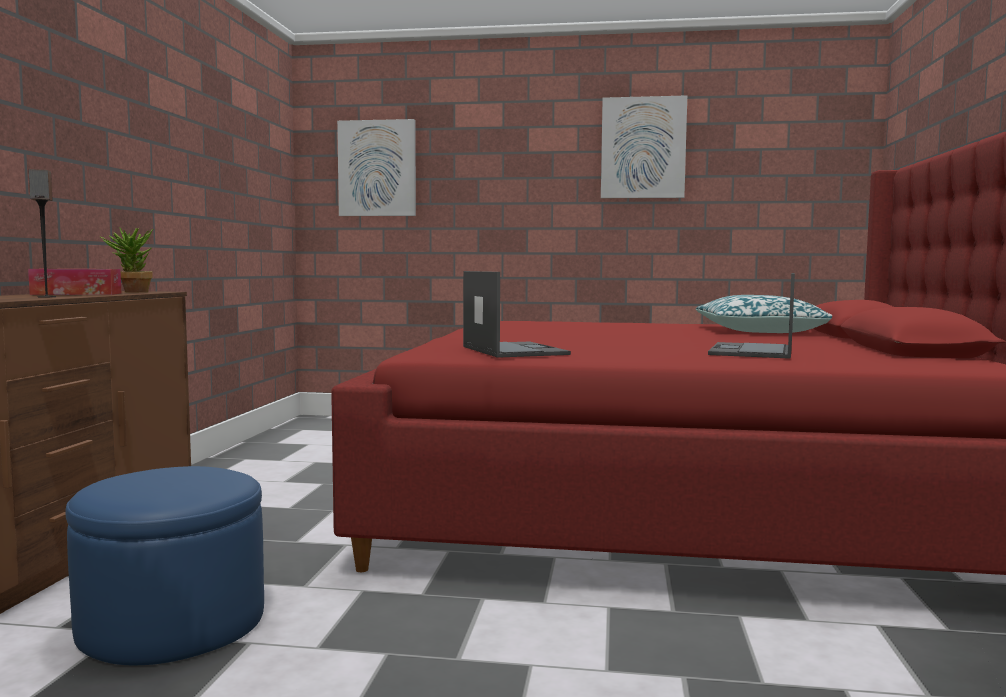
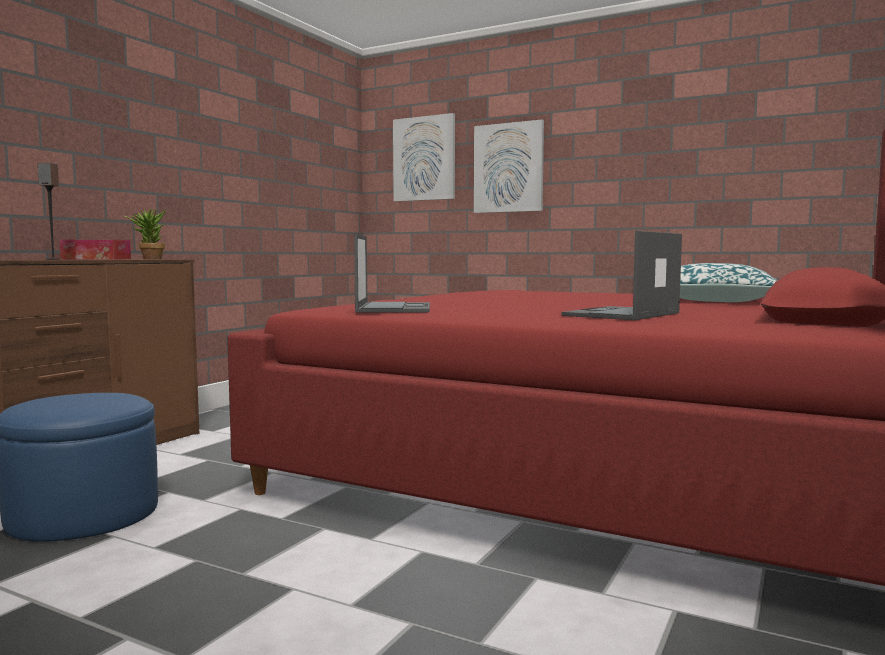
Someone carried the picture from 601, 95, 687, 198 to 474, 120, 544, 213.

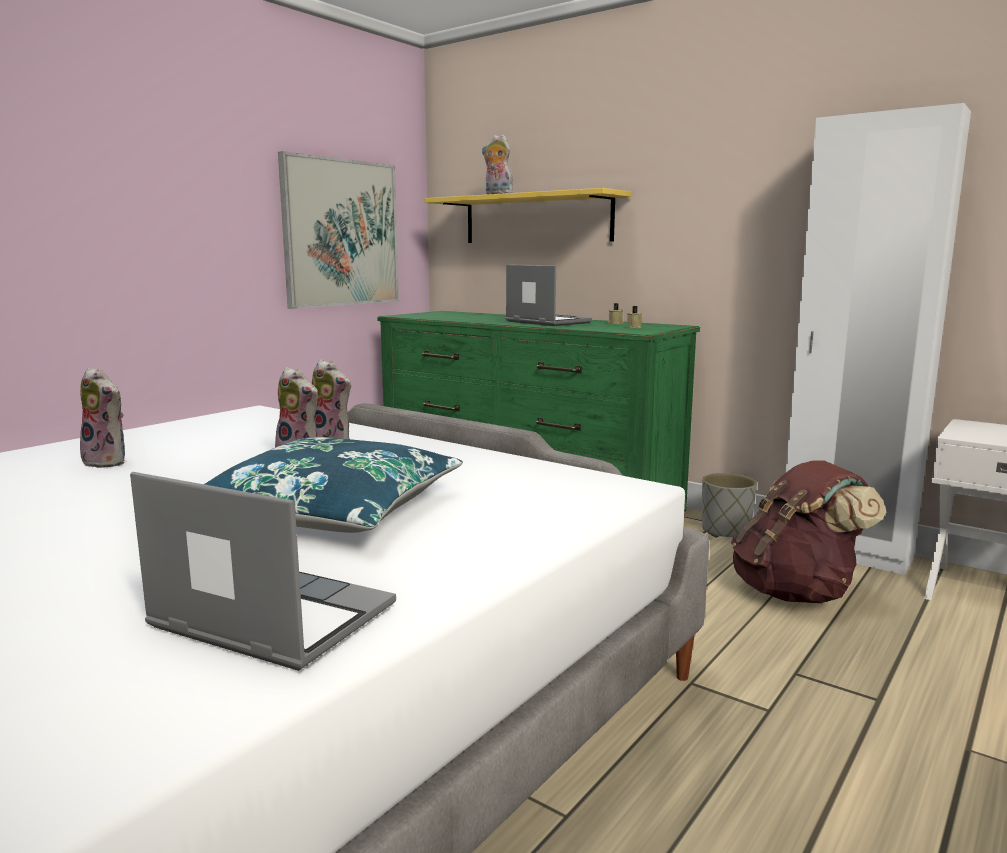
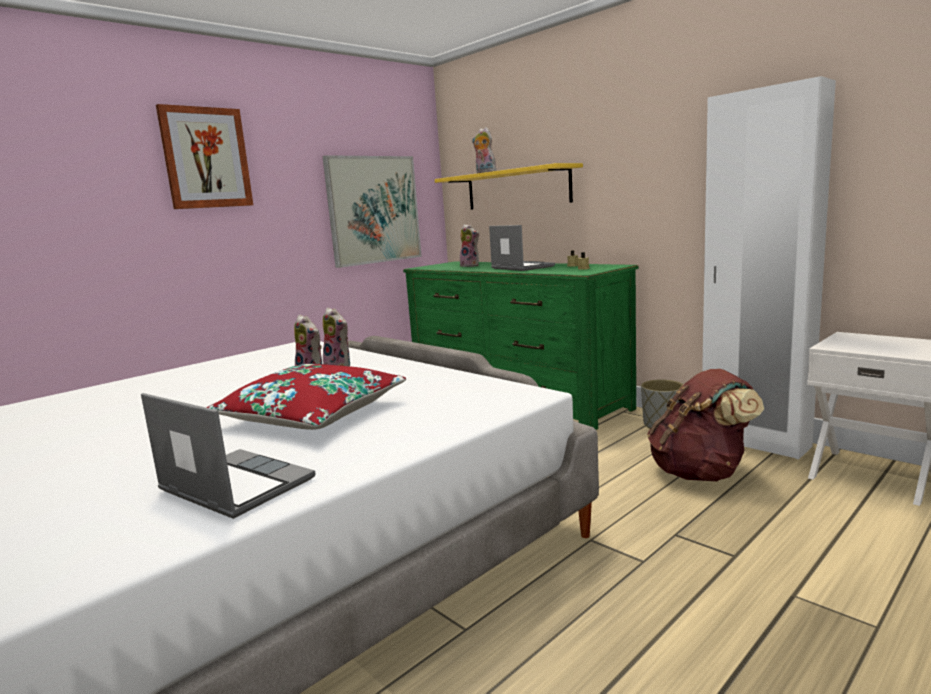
Someone put up the picture at 156, 104, 253, 209. Someone carried the plush toy from 80, 367, 125, 468 to 460, 224, 479, 267. Someone repainted the blue pillow at 205, 437, 463, 533, which became the red pillow at 206, 364, 406, 430.

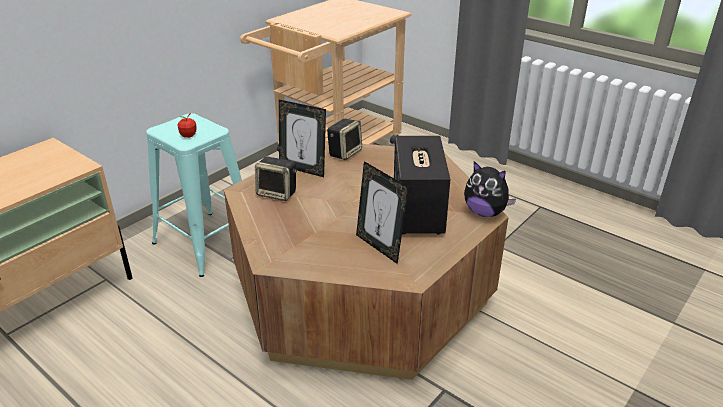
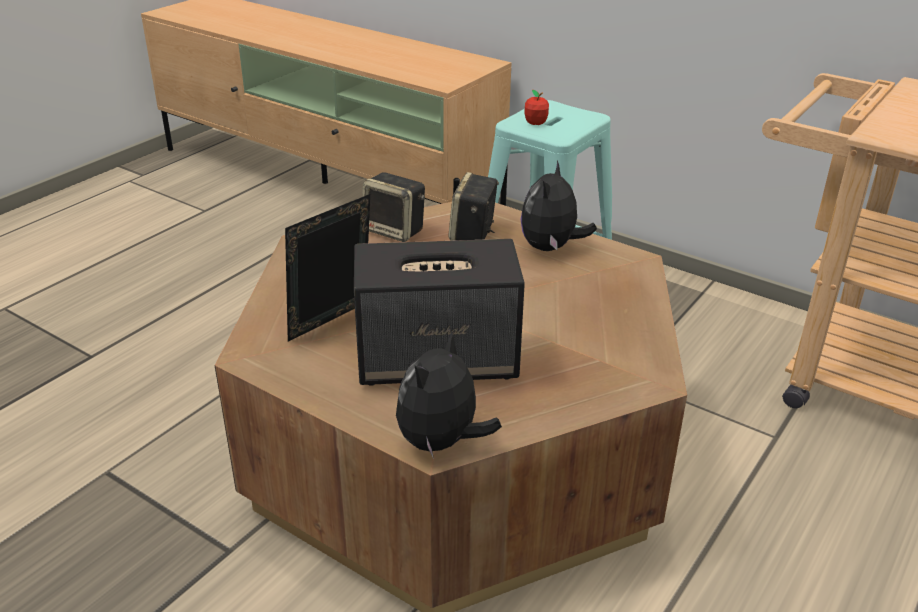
Someone carried the speaker from 327, 119, 362, 160 to 362, 172, 425, 242. Someone swapped the picture frame at 279, 100, 326, 177 for the plush toy at 520, 160, 597, 251.

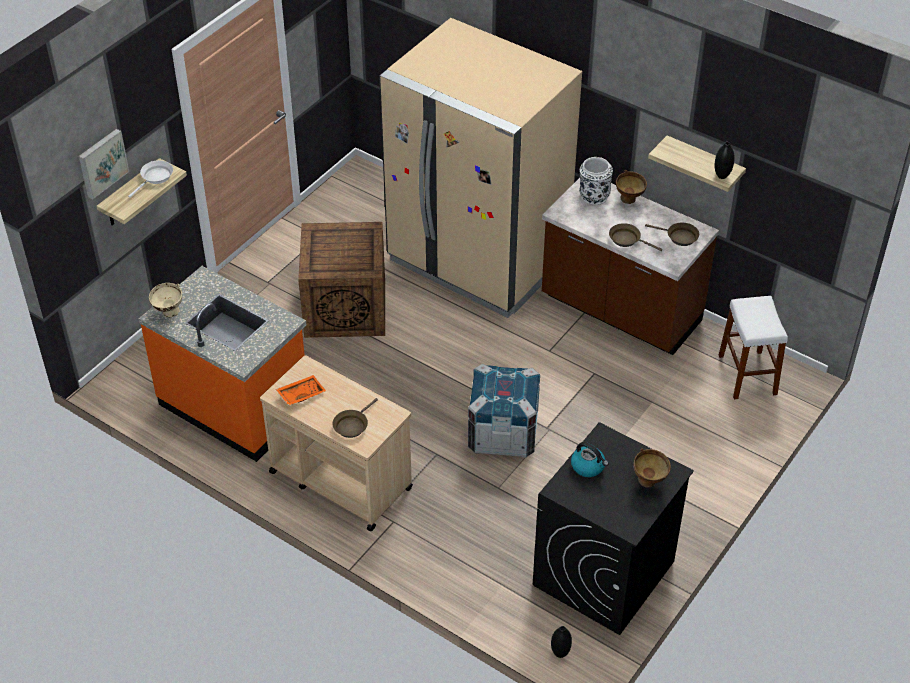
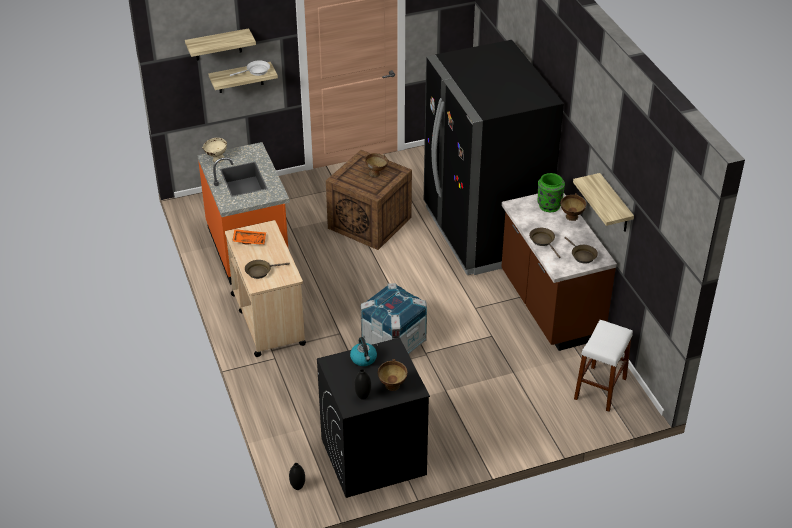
Someone put down the brown bowl at 365, 153, 389, 177. Someone carried the black vase from 715, 142, 735, 179 to 354, 369, 371, 400. Someone swapped the picture at 79, 129, 129, 200 for the shelf at 185, 28, 256, 60. Someone repainted the beige fridge at 379, 18, 582, 318, which became the black fridge at 424, 40, 564, 275. Someone repainted the white vase at 579, 157, 613, 205, which became the green vase at 537, 173, 565, 212.

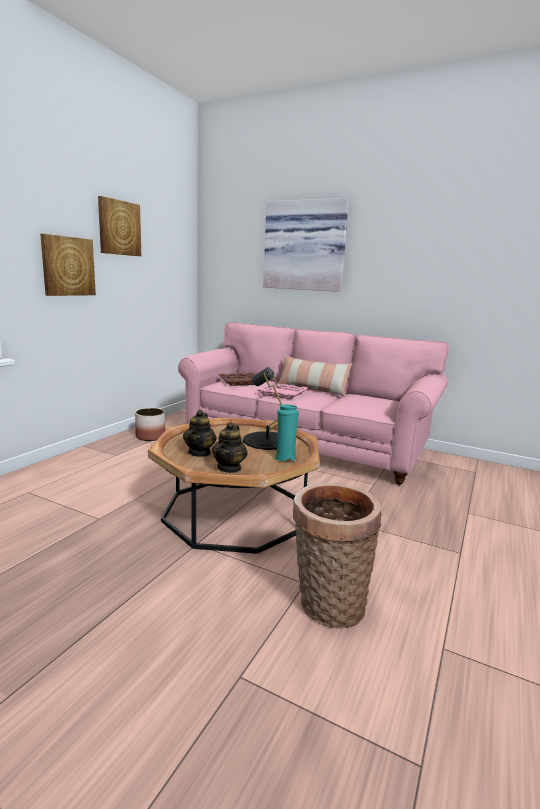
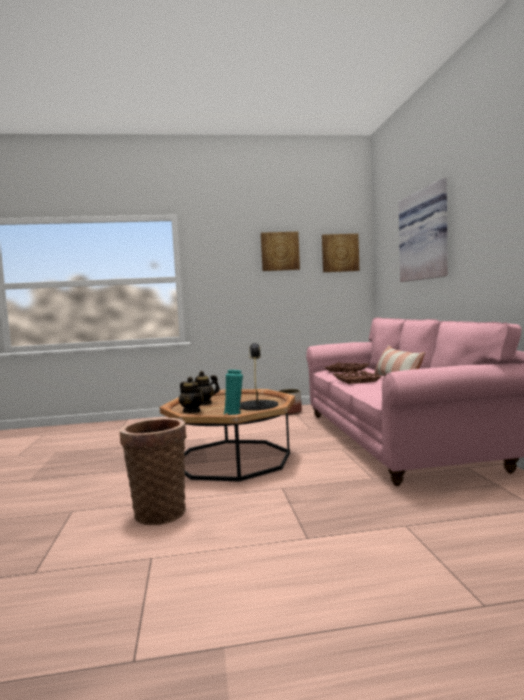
Someone carried the picture from 40, 234, 96, 296 to 322, 234, 359, 272. Someone repainted the pink tray at 257, 382, 308, 399, which became the brown tray at 333, 371, 381, 384. Someone rotated the teapot at 212, 422, 247, 473 by 105 degrees counterclockwise.

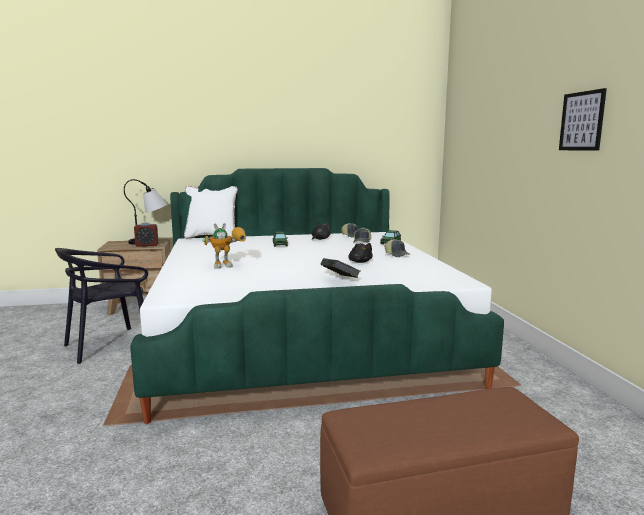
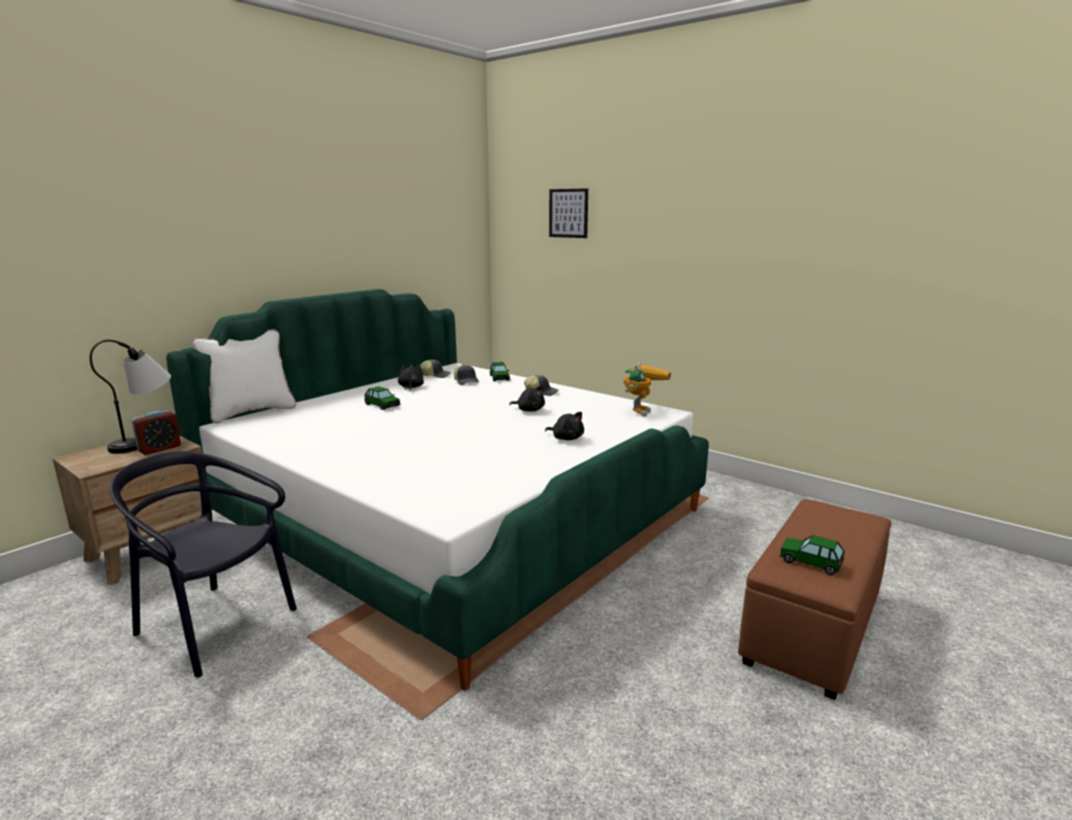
Someone put down the toy car at 780, 535, 845, 575. Someone carried the toy robot from 202, 223, 246, 269 to 624, 362, 671, 417. Someone carried the picture from 559, 88, 607, 151 to 549, 188, 588, 238. Someone swapped the book at 321, 258, 360, 278 for the black plush toy at 545, 412, 584, 440. Someone rotated the black chair at 55, 248, 148, 364 by 105 degrees clockwise.

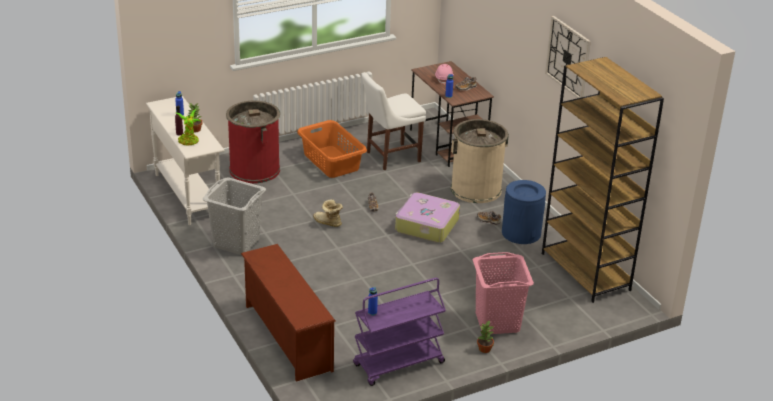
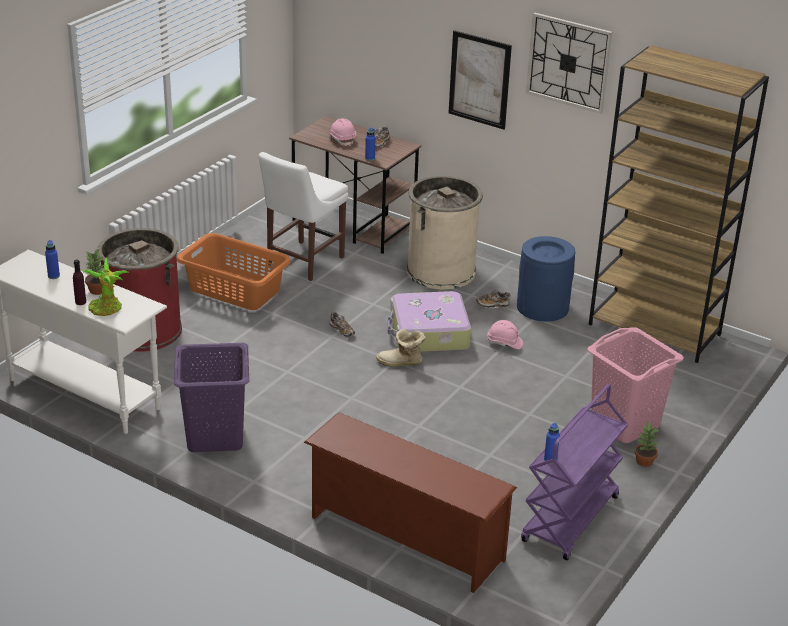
Someone put up the picture at 449, 30, 512, 130. Someone put down the pink hard hat at 486, 320, 523, 349. Someone carried the boot from 313, 199, 343, 227 to 376, 328, 426, 367. Someone repainted the grey laundry basket at 203, 177, 266, 255, which became the purple laundry basket at 174, 343, 249, 452.

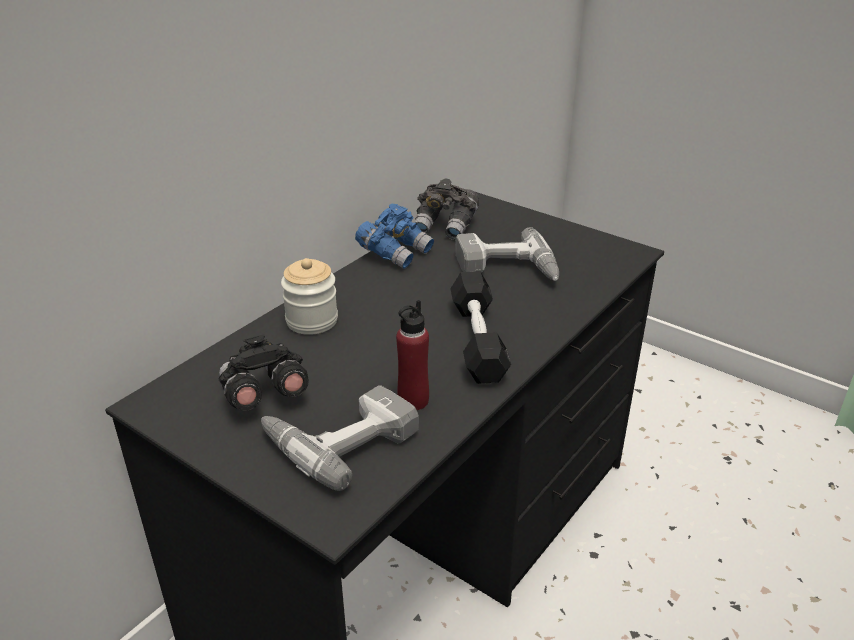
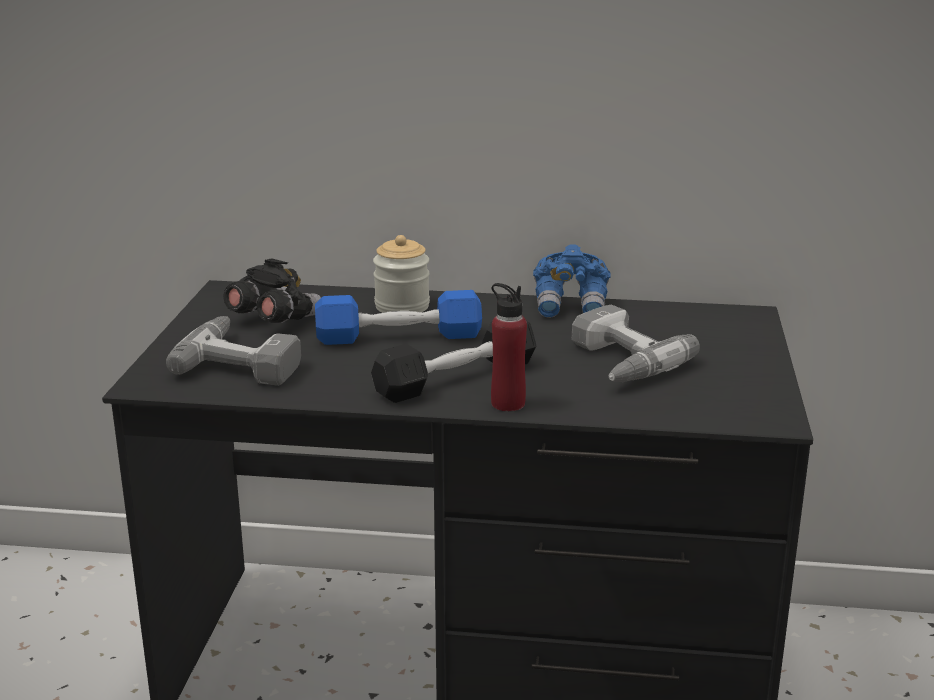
Someone took away the grey binoculars at 414, 179, 479, 240. Someone put down the blue dumbbell at 315, 290, 482, 345. Someone carried the red bottle from 396, 300, 429, 410 to 491, 283, 527, 411.

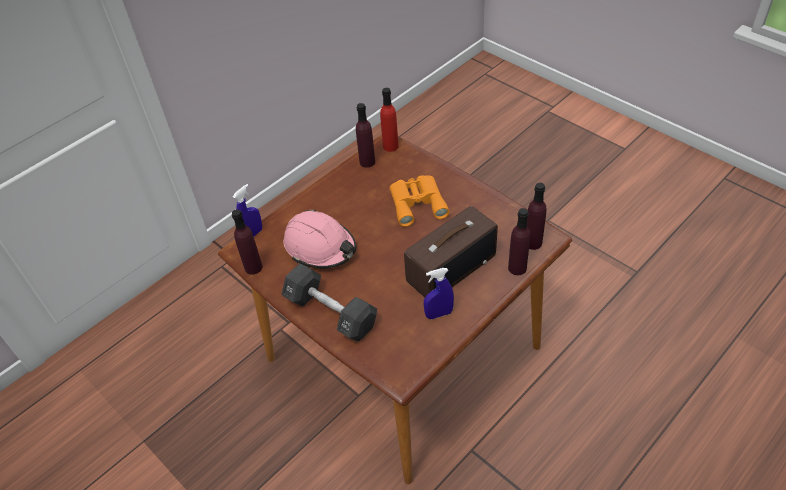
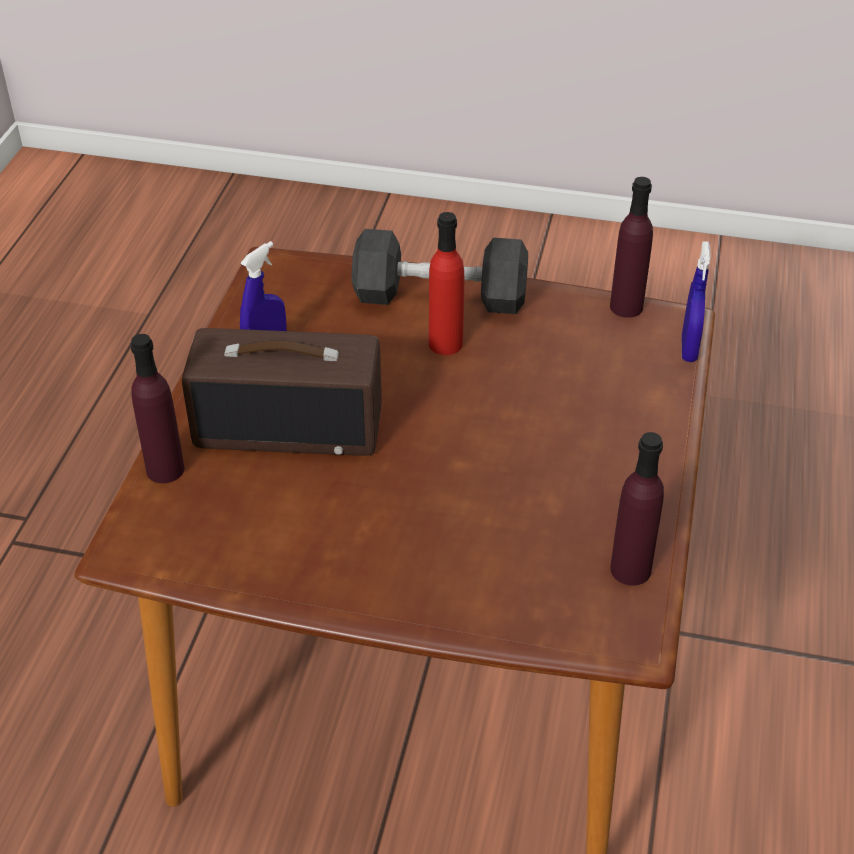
Someone took away the pink hard hat at 284, 209, 356, 269. Someone took away the orange binoculars at 390, 175, 450, 227. Someone took away the purple bottle at 527, 183, 547, 250. Someone carried the red bottle from 380, 88, 399, 152 to 429, 212, 464, 355. Someone rotated the radio at 404, 206, 498, 297 by 105 degrees counterclockwise.

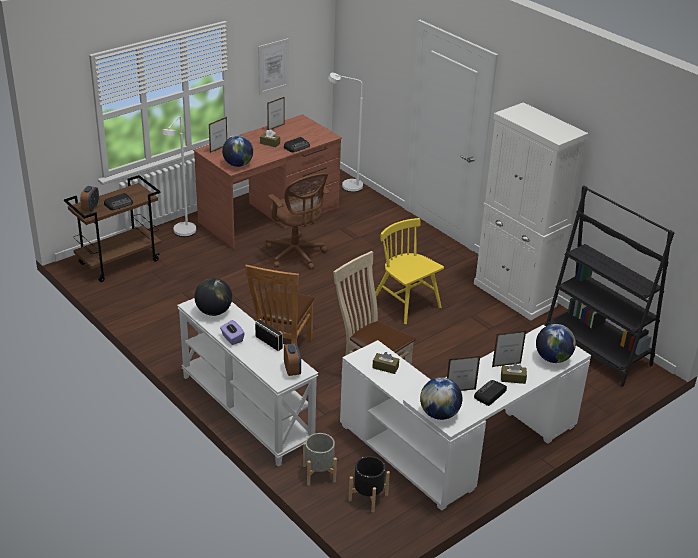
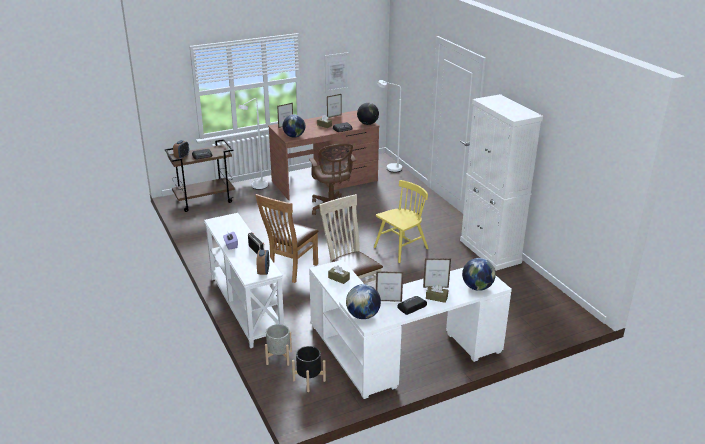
Someone took away the black bookcase at 545, 185, 675, 387. Someone carried the globe from 194, 278, 232, 316 to 357, 103, 379, 125. Someone rotated the yellow chair at 375, 218, 444, 324 by 75 degrees clockwise.

